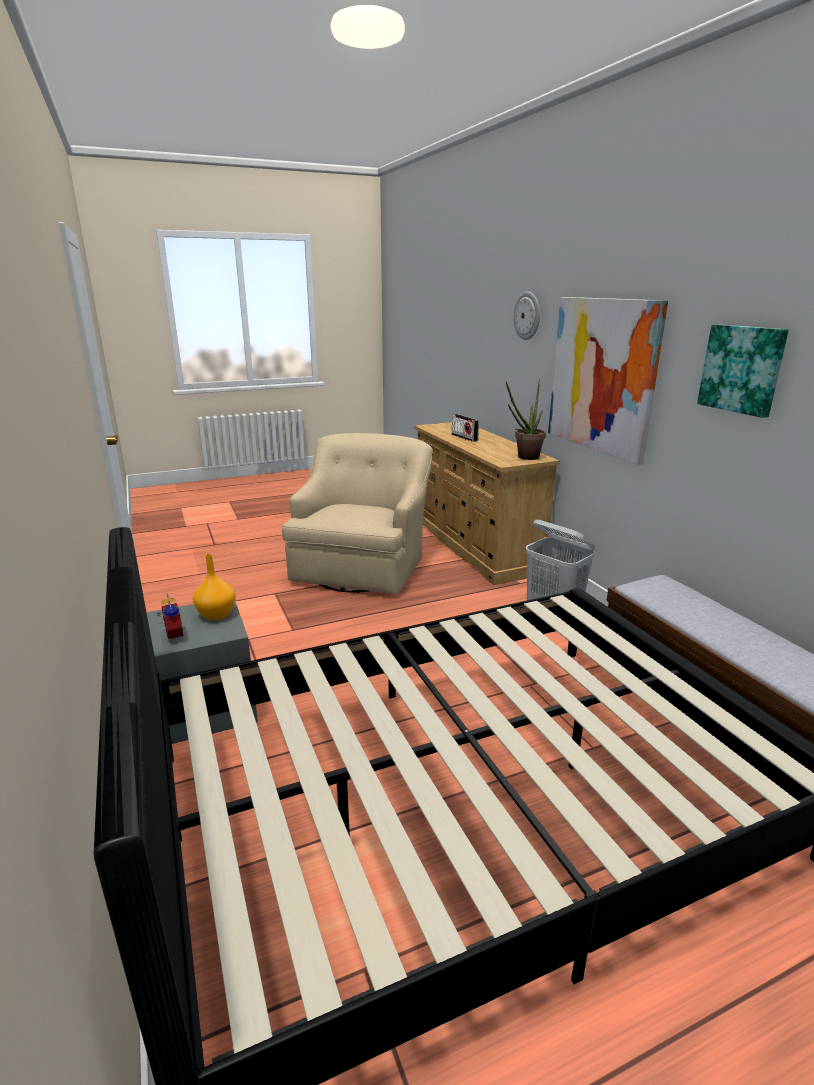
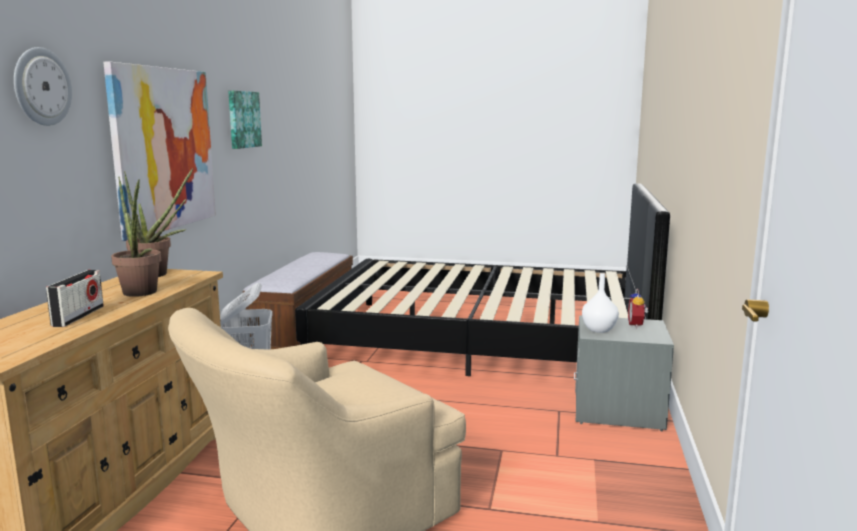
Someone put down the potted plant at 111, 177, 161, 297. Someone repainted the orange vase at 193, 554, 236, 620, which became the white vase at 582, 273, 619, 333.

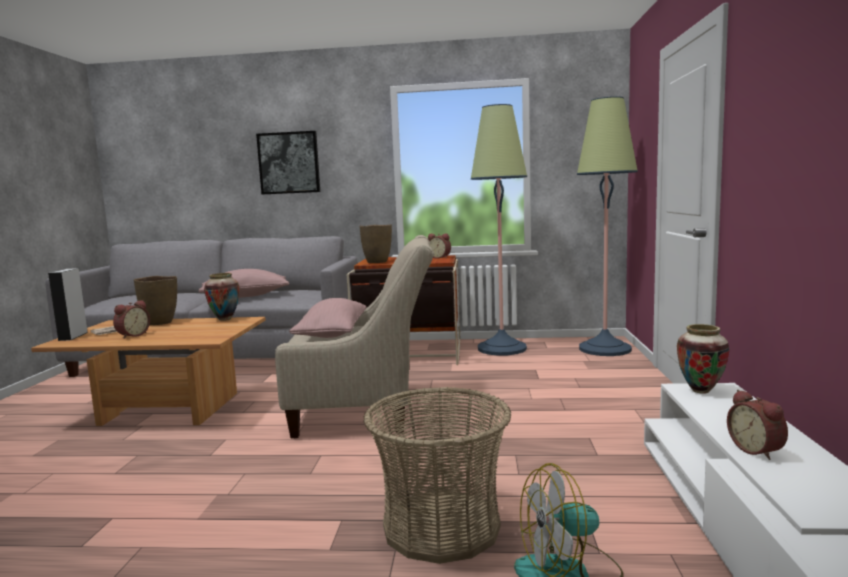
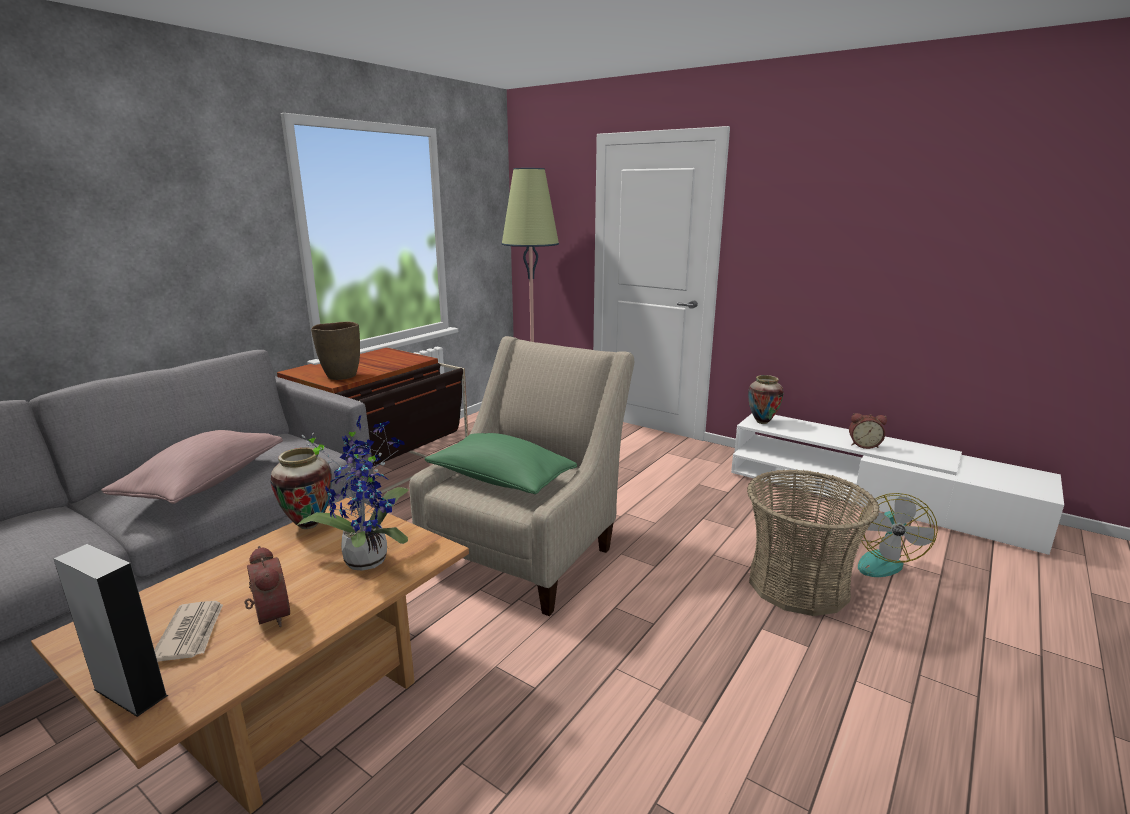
Someone took away the brown vase at 134, 276, 177, 325. Someone took away the picture at 256, 131, 320, 195. Someone took away the alarm clock at 428, 234, 451, 259. Someone took away the floor lamp at 471, 104, 527, 356. Someone put down the potted plant at 297, 416, 409, 571. Someone repainted the pink pillow at 289, 298, 366, 338, which became the green pillow at 425, 433, 577, 494.

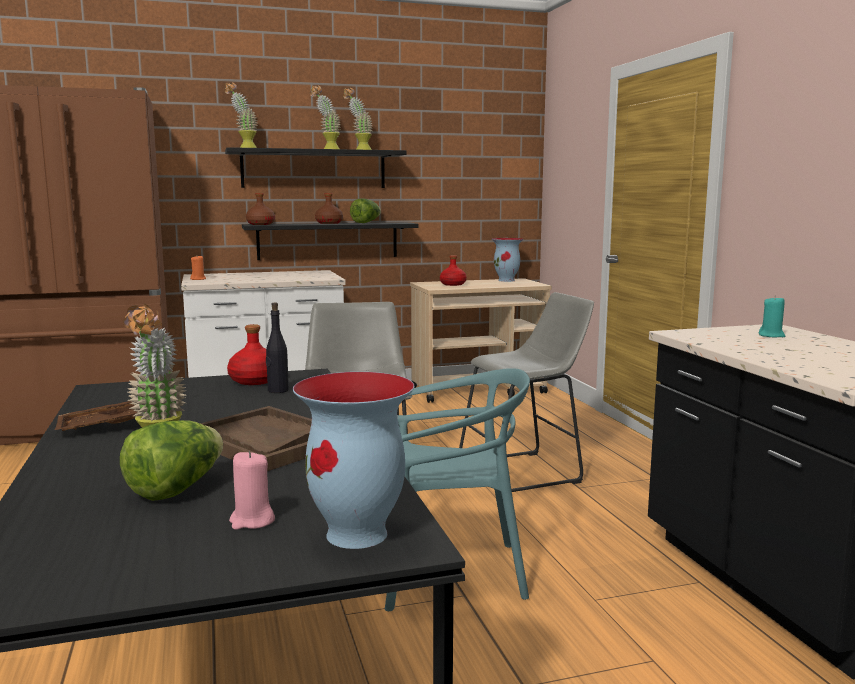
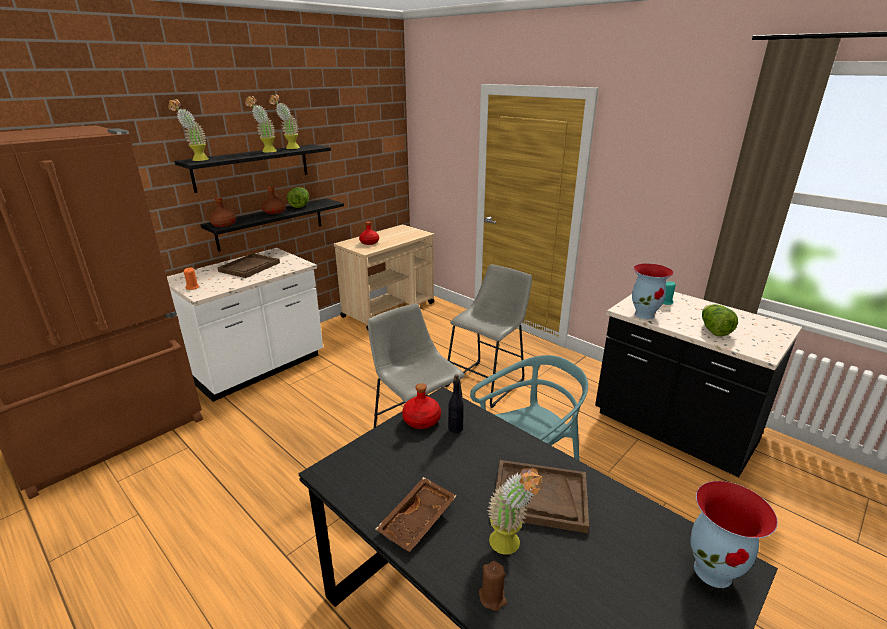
Someone took away the pink candle at 229, 451, 275, 530. Someone put down the brown tray at 217, 253, 280, 278. Someone put down the brown candle at 479, 561, 507, 611. Someone carried the lettuce from 120, 420, 223, 501 to 702, 304, 738, 337. Someone carried the vase from 492, 238, 523, 282 to 632, 263, 674, 319.

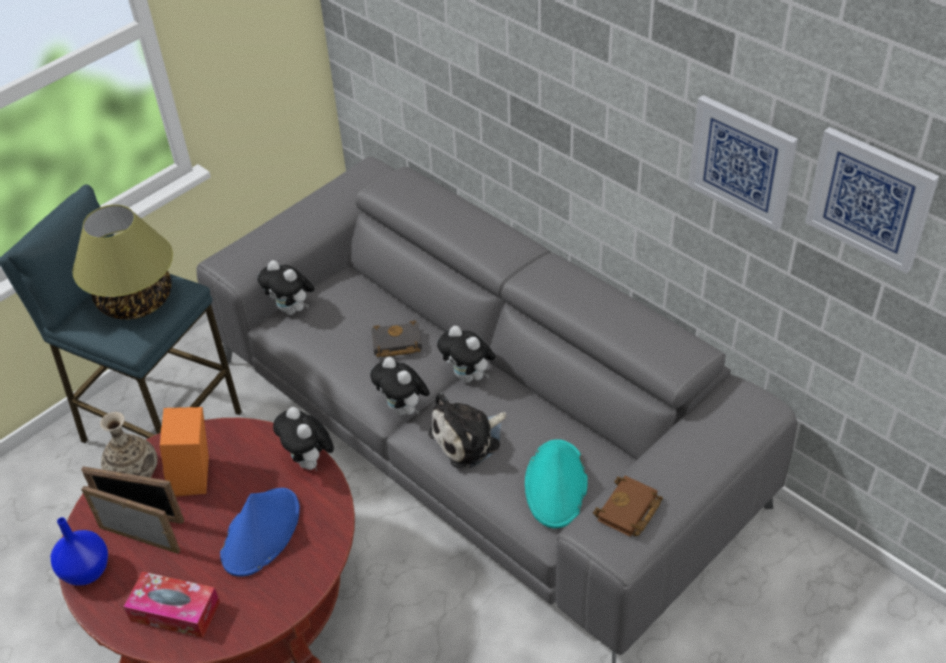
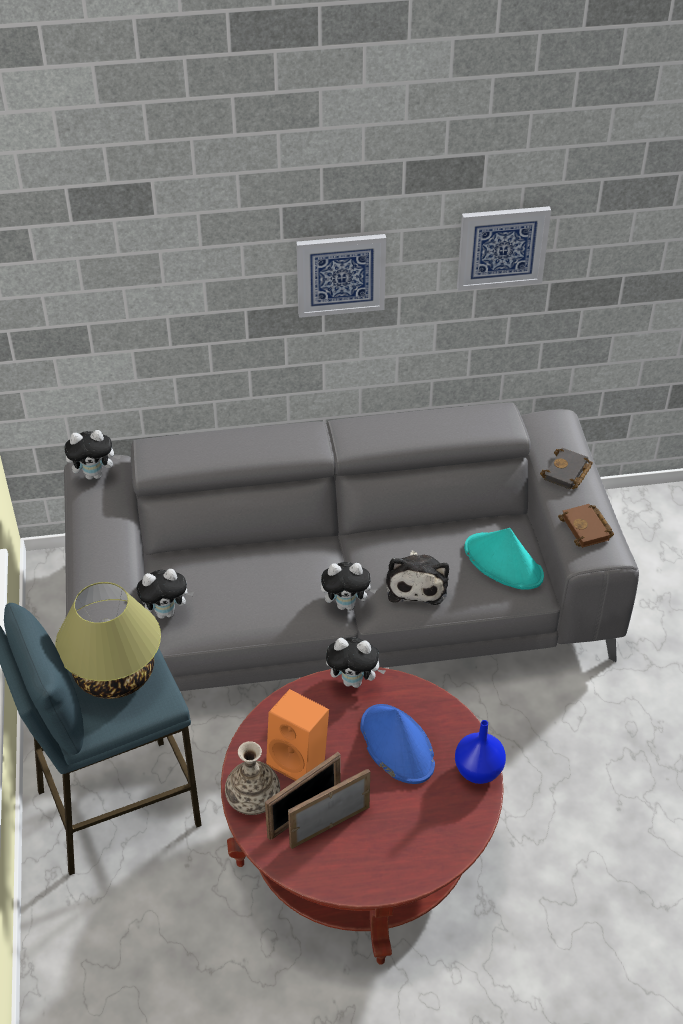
Someone took away the tissue box at 123, 571, 220, 638. Someone carried the blue vase from 51, 517, 108, 586 to 455, 720, 506, 784. Someone carried the black book from 371, 321, 422, 357 to 540, 448, 593, 489. Someone carried the plush toy from 437, 326, 496, 383 to 64, 430, 121, 480. Someone carried the picture from 805, 127, 939, 274 to 296, 234, 386, 318.

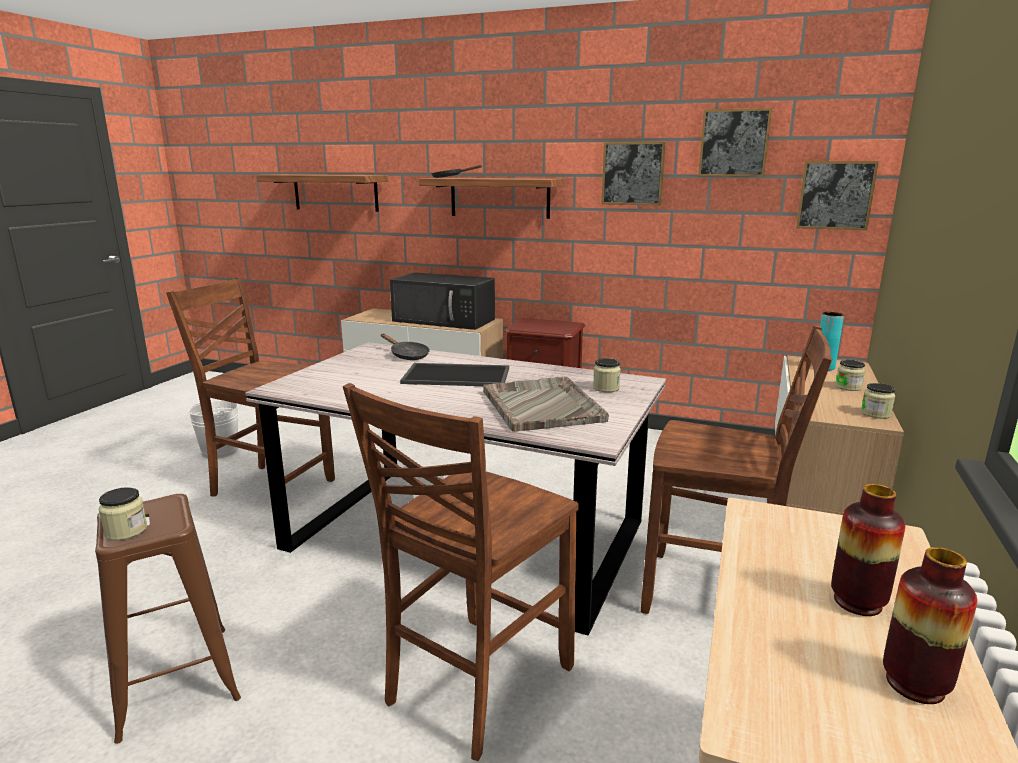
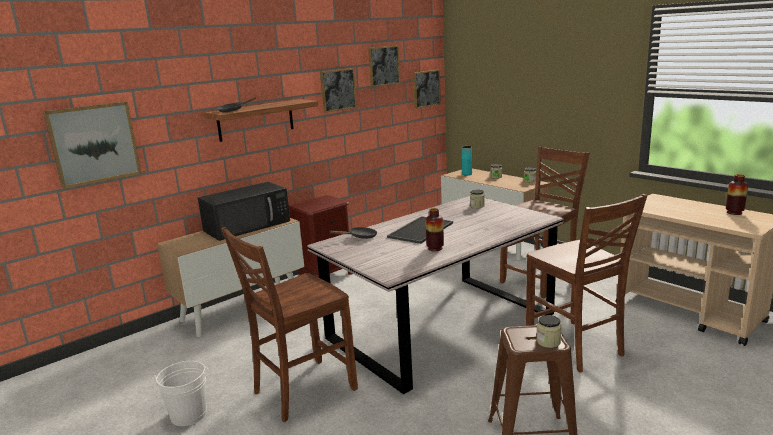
Someone took away the grey tray at 483, 376, 609, 432. Someone carried the vase from 831, 484, 906, 616 to 426, 208, 444, 251. Someone swapped the shelf at 256, 174, 388, 212 for the picture at 43, 101, 142, 189.

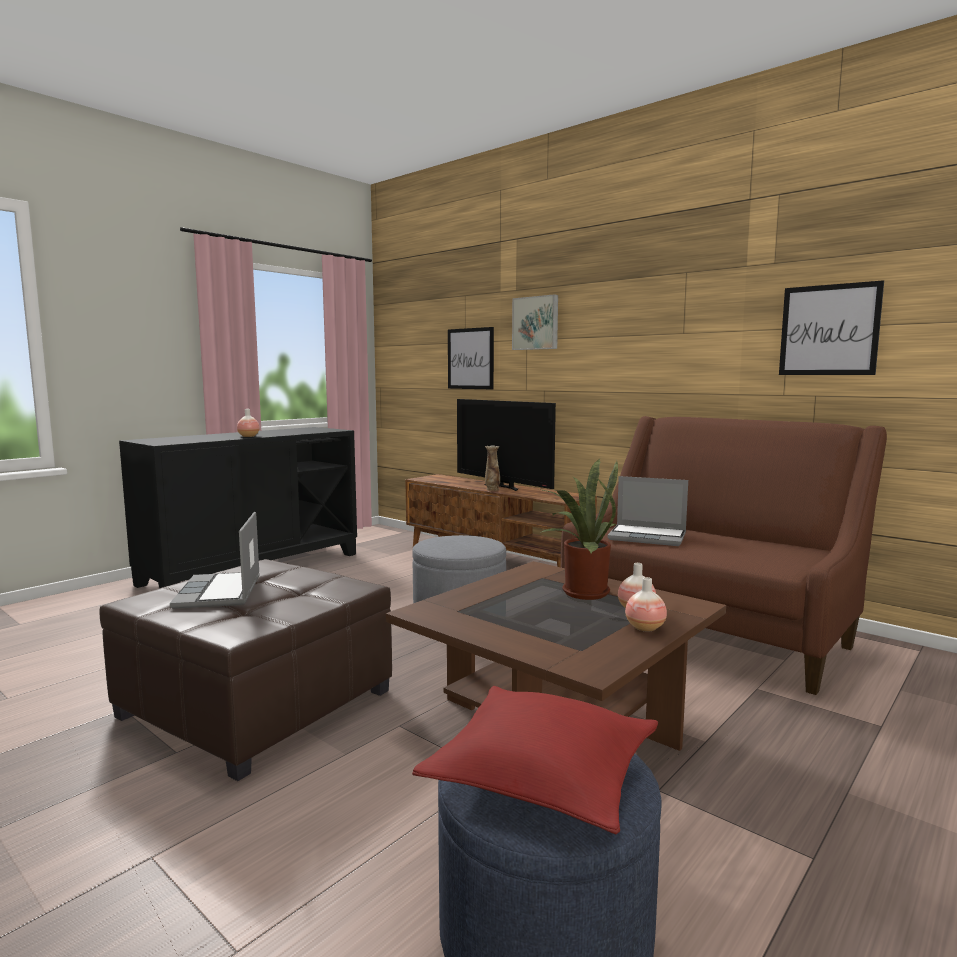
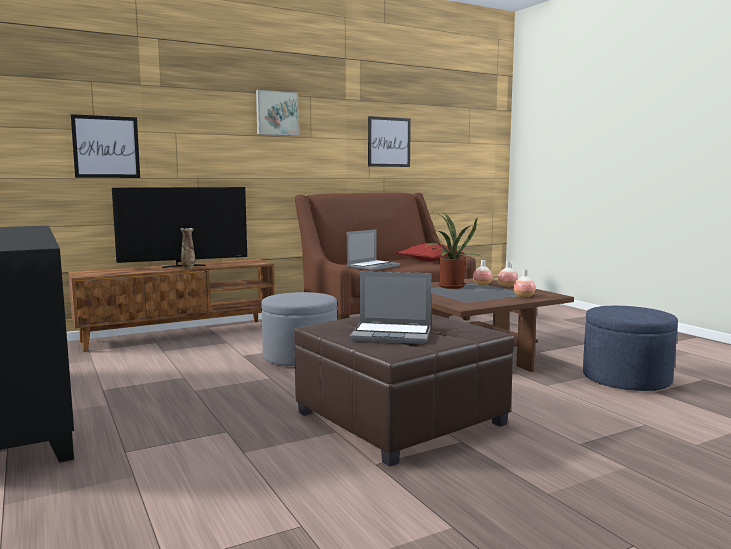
Someone carried the vase from 237, 409, 260, 437 to 513, 269, 536, 298. Someone carried the red pillow from 412, 686, 658, 834 to 396, 243, 465, 261. Someone carried the picture from 512, 294, 558, 350 to 256, 90, 299, 136.

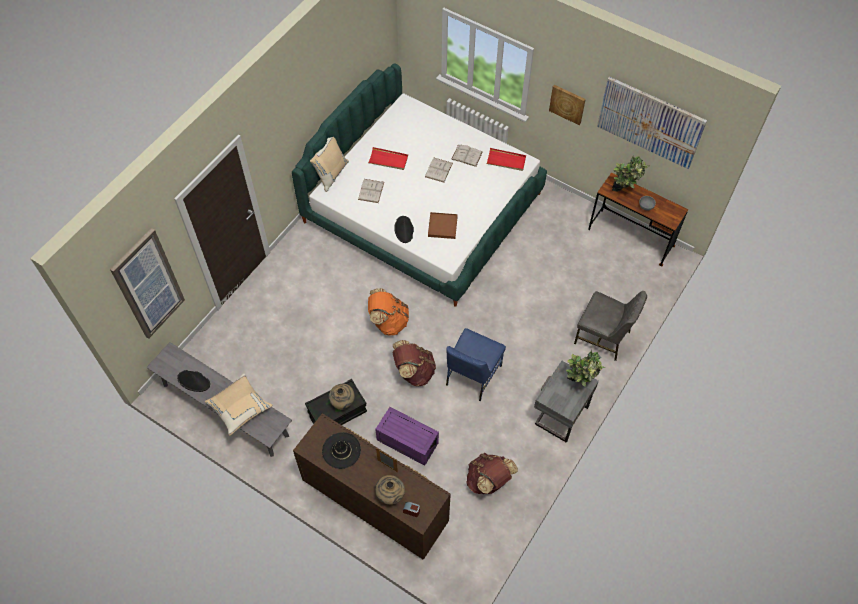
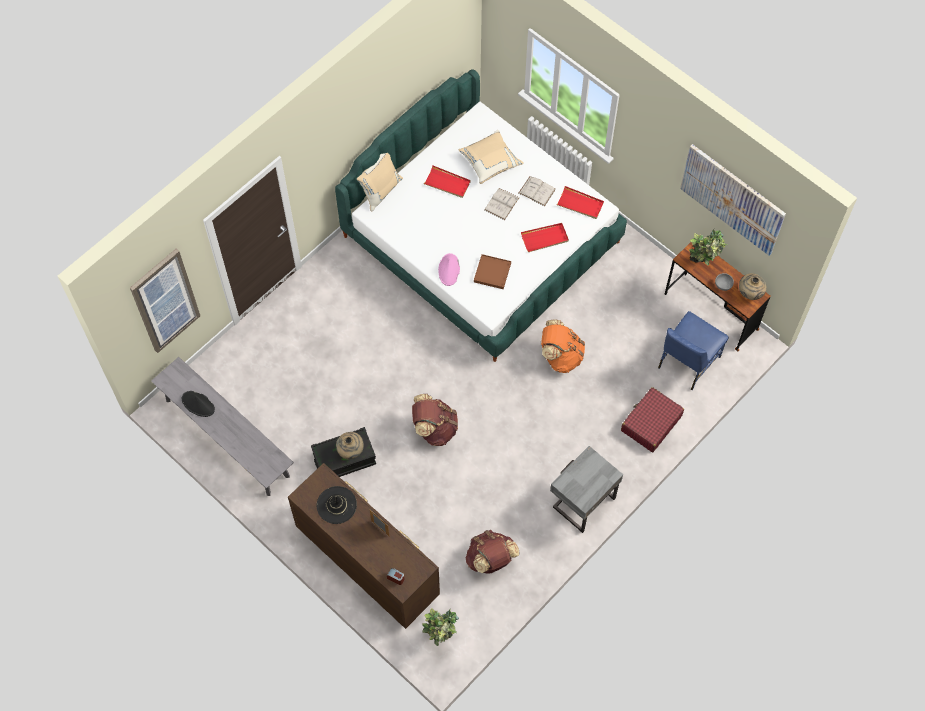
Someone took away the white book at 358, 179, 384, 203. Someone took away the purple storage box at 375, 407, 439, 466. Someone took away the picture at 549, 85, 586, 125. Someone put down the red tray at 521, 223, 569, 252. Someone carried the beige pillow from 205, 374, 272, 436 to 458, 130, 524, 184. Someone carried the orange backpack from 368, 288, 409, 336 to 541, 319, 585, 373. Someone carried the beige vase from 375, 475, 405, 505 to 739, 273, 767, 300. Someone carried the blue chair from 446, 328, 506, 401 to 658, 311, 729, 390. Someone carried the potted plant from 566, 350, 605, 387 to 422, 608, 459, 646. Someone swapped the grey chair at 574, 291, 647, 361 for the red suitcase at 621, 387, 684, 452. Someone repainted the black hat at 394, 216, 414, 243, which became the pink hat at 438, 253, 460, 286.

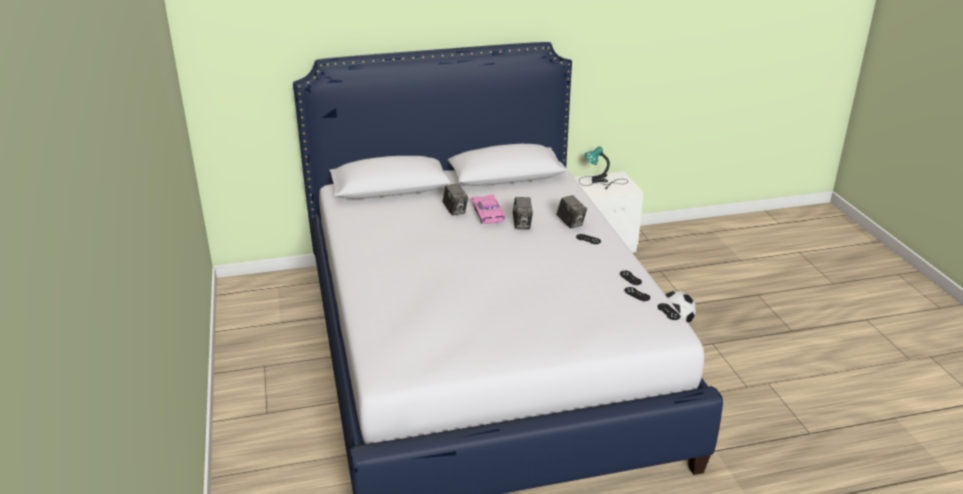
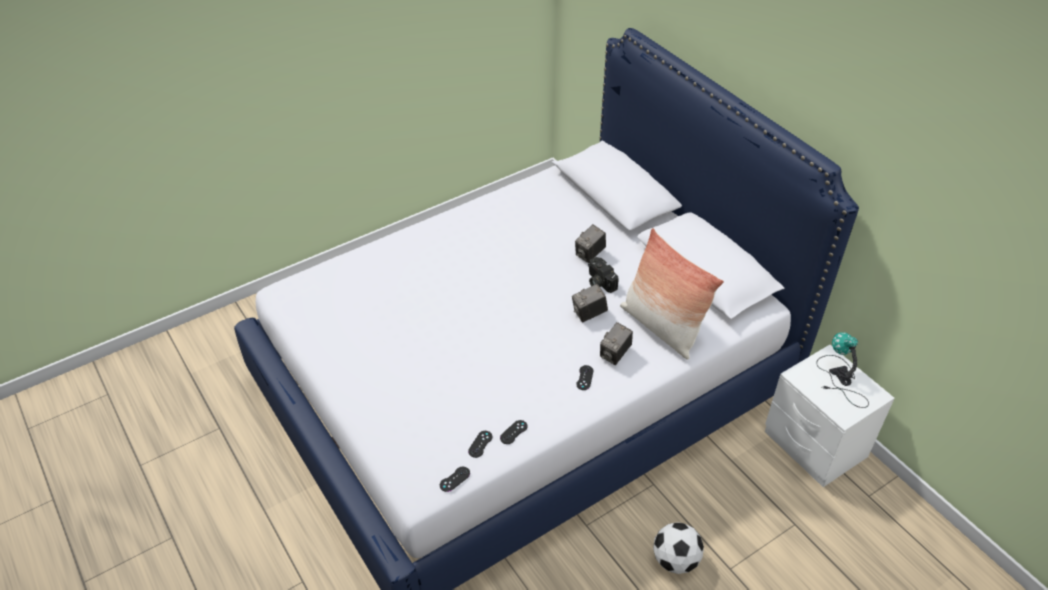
Someone put down the pillow at 620, 228, 724, 360. Someone swapped the pink toy car at 471, 194, 505, 224 for the photo camera at 588, 257, 619, 293.

